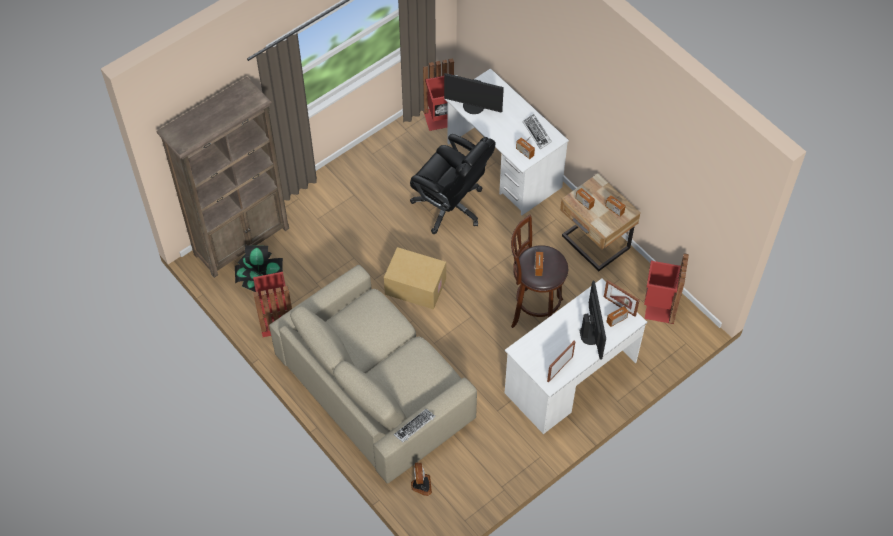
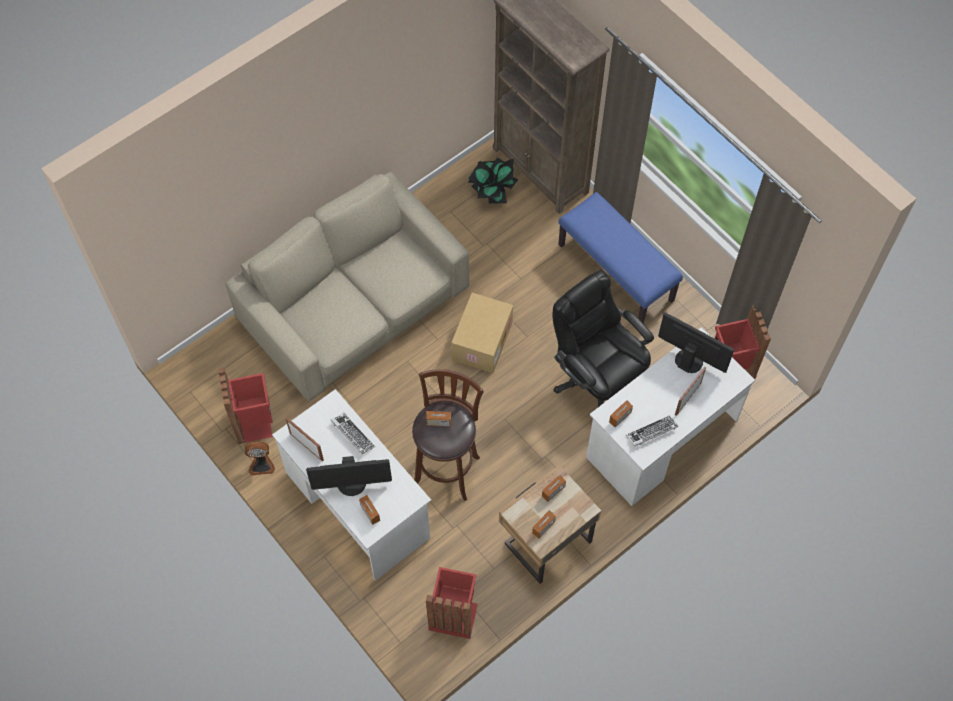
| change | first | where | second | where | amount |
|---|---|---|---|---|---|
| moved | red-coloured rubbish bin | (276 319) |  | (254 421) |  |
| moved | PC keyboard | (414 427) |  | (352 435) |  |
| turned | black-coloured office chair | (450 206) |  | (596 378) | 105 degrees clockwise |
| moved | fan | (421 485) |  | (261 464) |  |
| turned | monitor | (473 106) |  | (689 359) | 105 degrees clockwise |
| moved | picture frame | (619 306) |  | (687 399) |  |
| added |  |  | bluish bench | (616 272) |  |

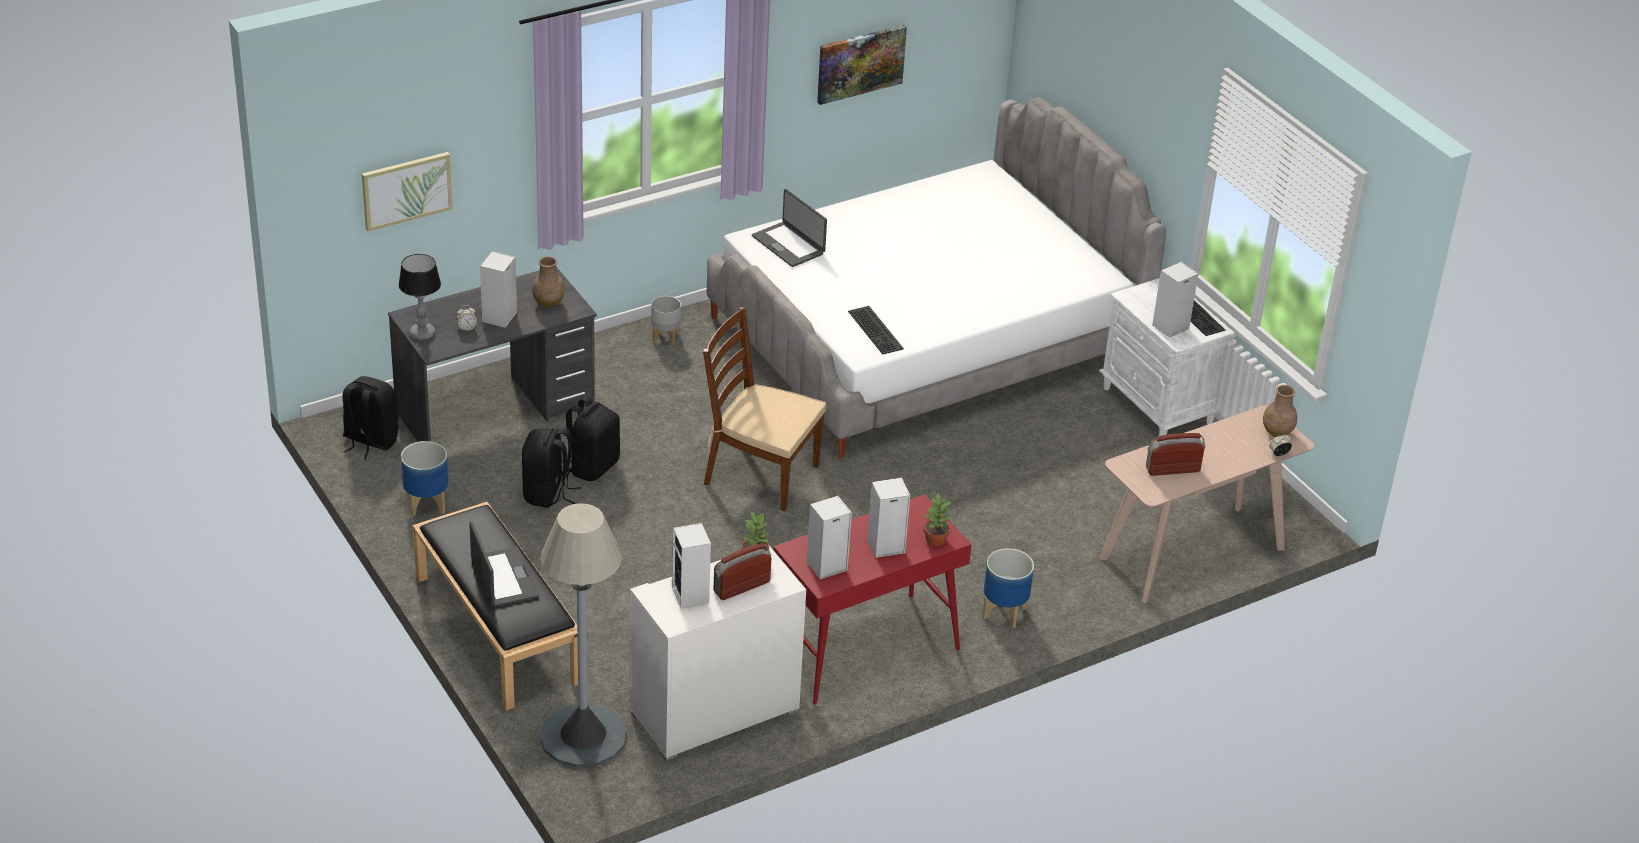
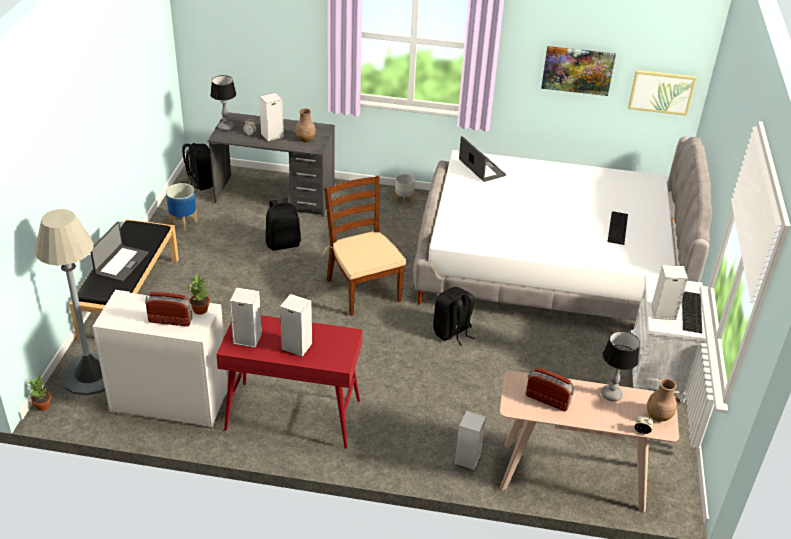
| change | first | where | second | where | amount |
|---|---|---|---|---|---|
| moved | wall picture | (406 190) |  | (661 92) |  |
| moved | black-coloured knapsack | (548 493) |  | (452 332) |  |
| moved | speaker | (691 596) |  | (468 459) |  |
| turned | notebook computer | (789 244) |  | (481 168) | 150 degrees clockwise |
| moved | PC keyboard | (877 330) |  | (618 228) |  |
| moved | plant in a pot | (935 540) |  | (42 406) |  |
| removed | flower pot | (1004 613) |  |  |  |
| added |  |  | tabletop lamp | (611 394) |  |

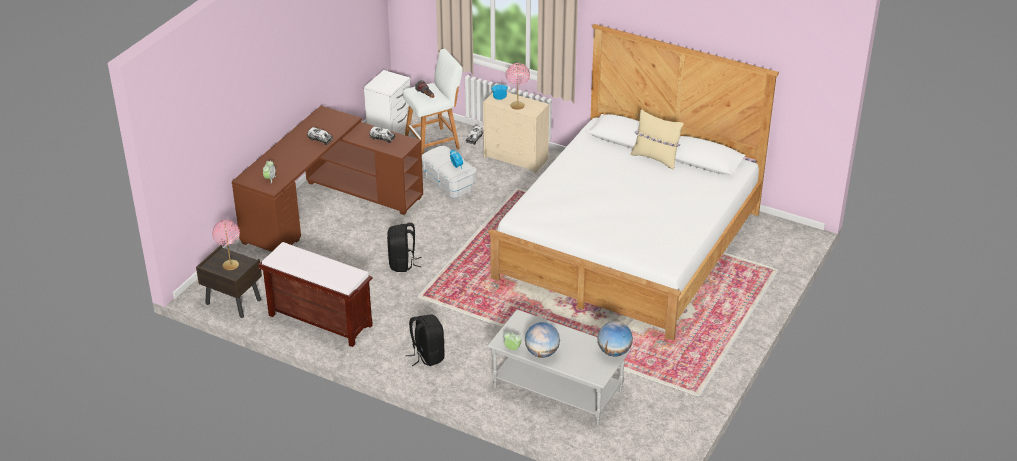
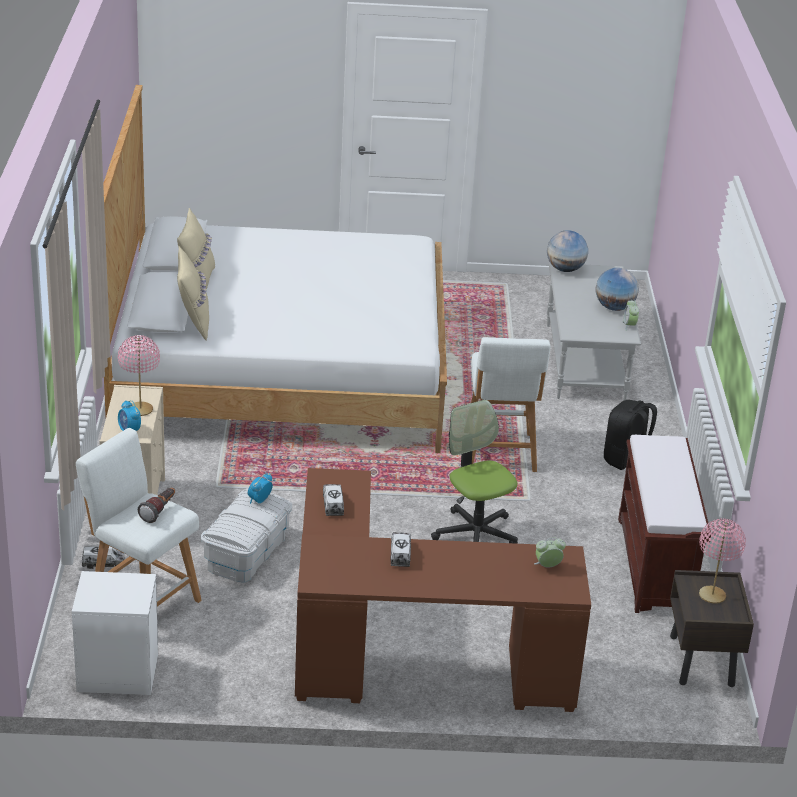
| change | first | where | second | where | amount |
|---|---|---|---|---|---|
| replaced | black-coloured knapsack | (402 264) | office chair | (475 534) |  |
| added |  |  | sand-coloured pillow | (193 322) |  |
| added |  |  | white-coloured stool seat | (500 454) |  |

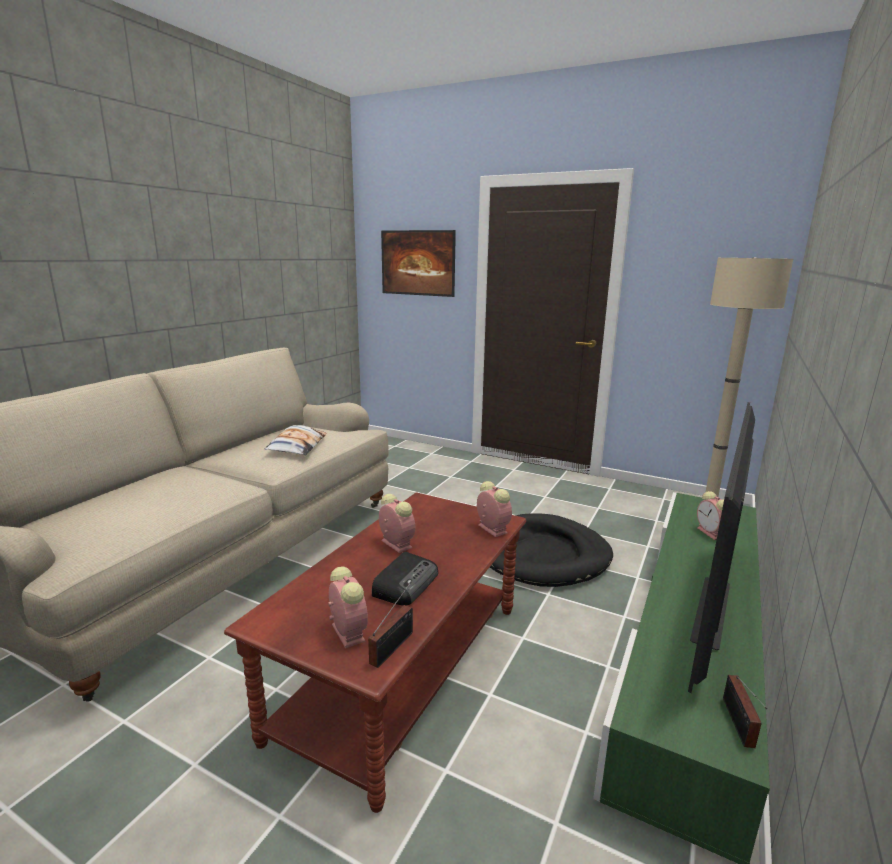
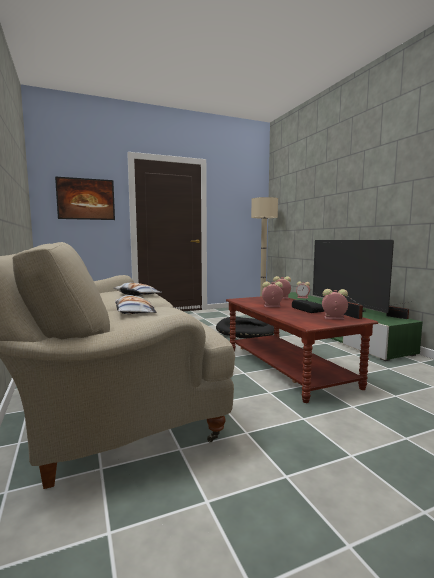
| change | first | where | second | where | amount |
|---|---|---|---|---|---|
| added |  |  | pillow | (133 311) |  |

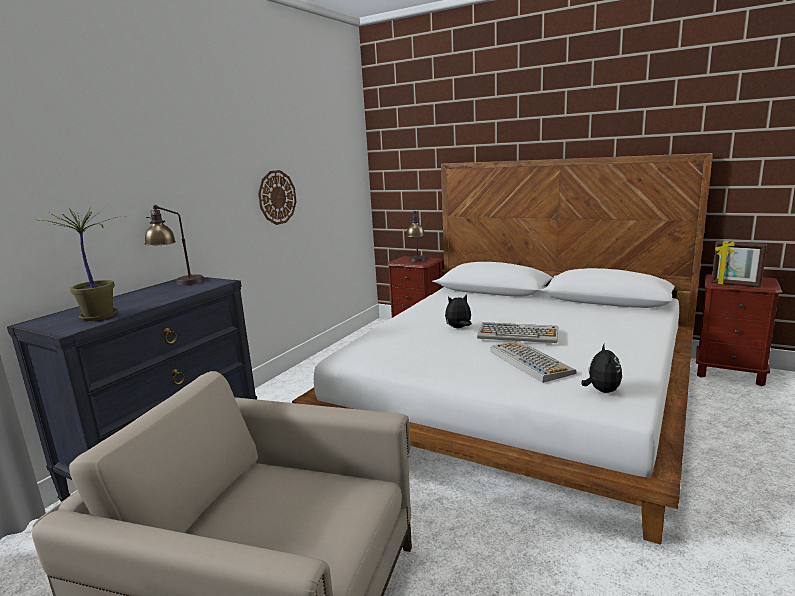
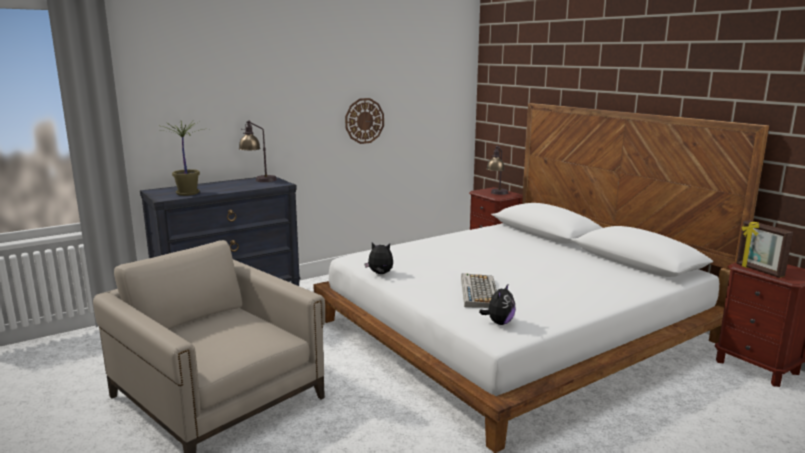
| change | first | where | second | where | amount |
|---|---|---|---|---|---|
| moved | cuddly toy | (459 328) |  | (380 274) |  |
| removed | PC keyboard | (518 334) |  |  |  |

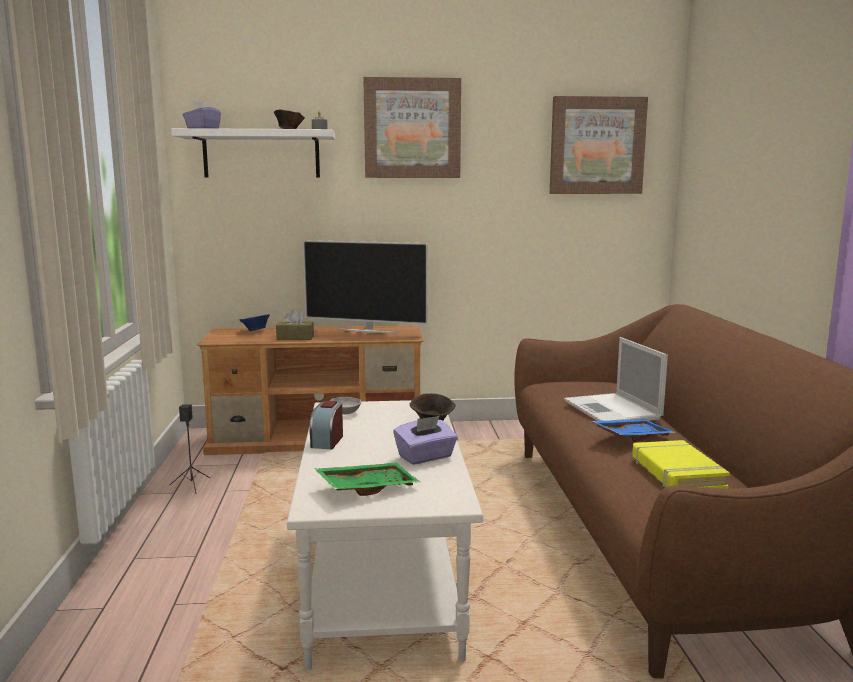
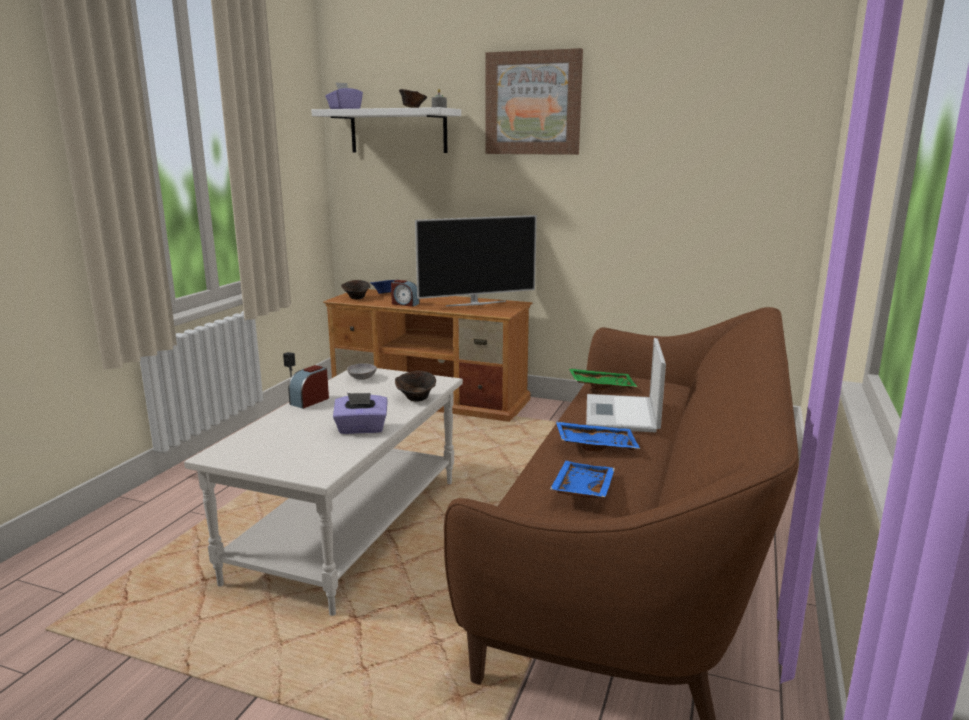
| change | first | where | second | where | amount |
|---|---|---|---|---|---|
| replaced | brown tissue box | (295 338) | bedside clock | (404 304) |  |
| turned | TV | (367 331) |  | (475 303) | 60 degrees counterclockwise |
| moved | green serving tray | (367 488) |  | (601 386) |  |
| removed | wall picture | (597 146) |  |  |  |
| replaced | yellow bound book | (676 473) | bluish serving tray | (581 490) |  |
| added |  |  | brown serving bowl | (357 298) |  |

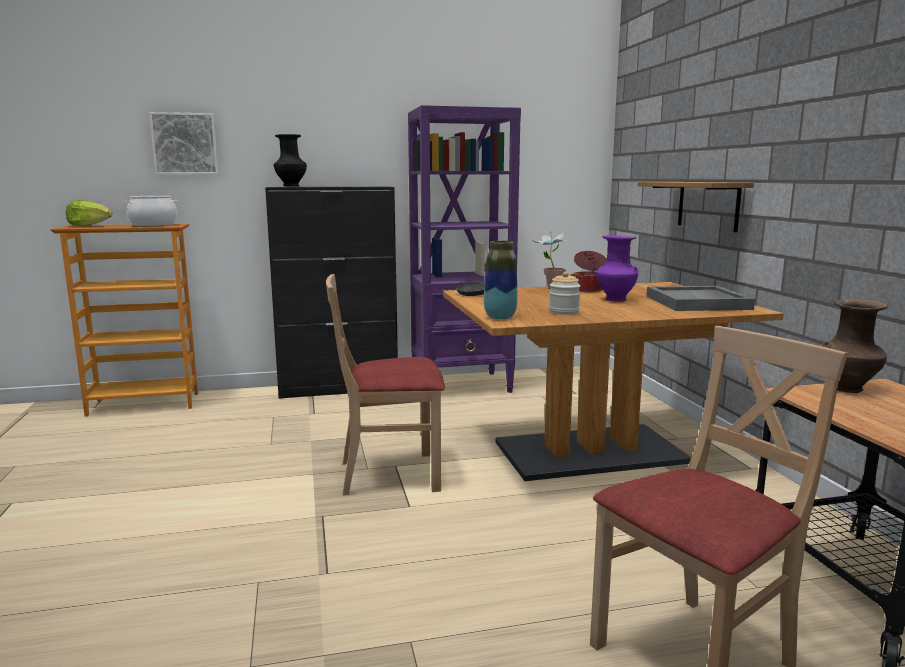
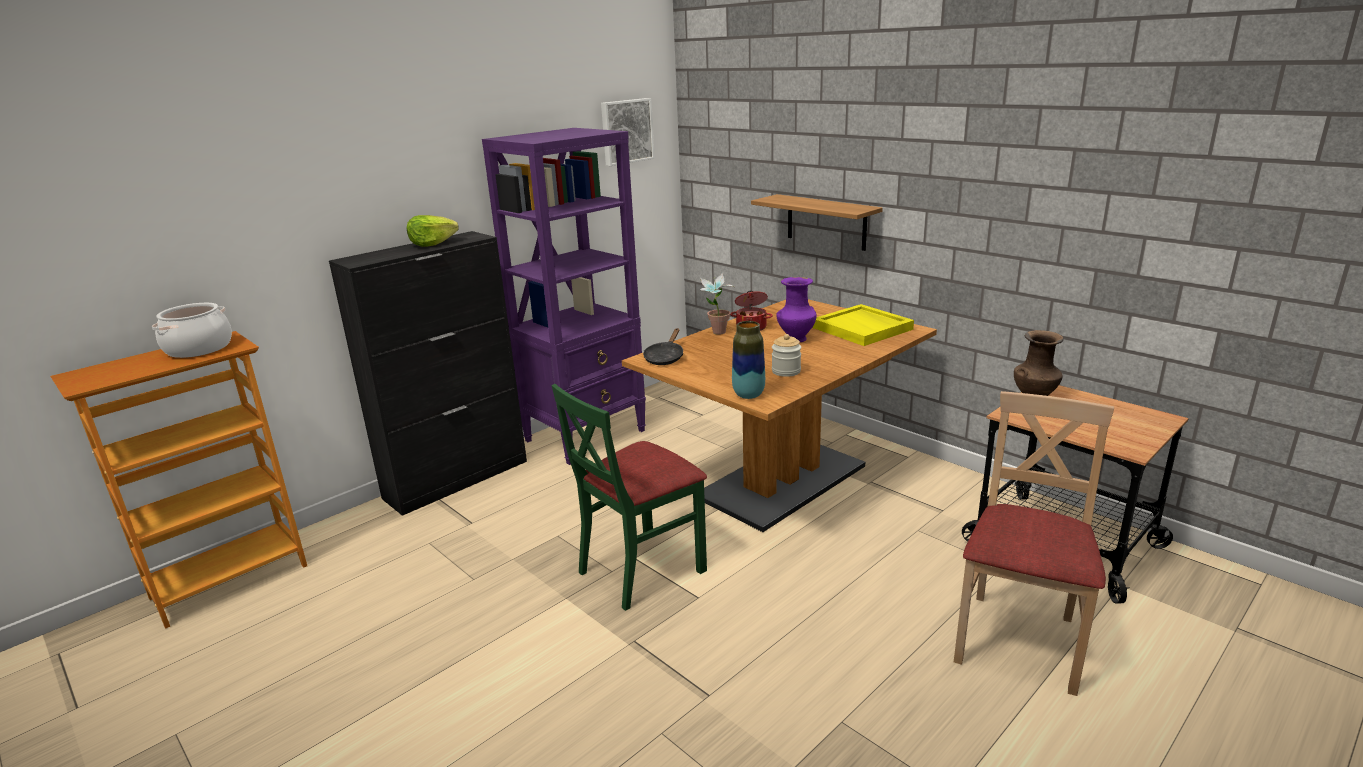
| change | first | where | second | where | amount |
|---|---|---|---|---|---|
| moved | head of lettuce | (89 225) |  | (432 244) |  |
| moved | wall picture | (185 144) |  | (626 131) |  |
| removed | black-coloured decorative vase | (291 186) |  |  |  |
| recoloured | sand-coloured chair | (389 474) | green chair | (640 569) |  |
| recoloured | grey serving tray | (698 303) | yellow serving tray | (863 328) |  |

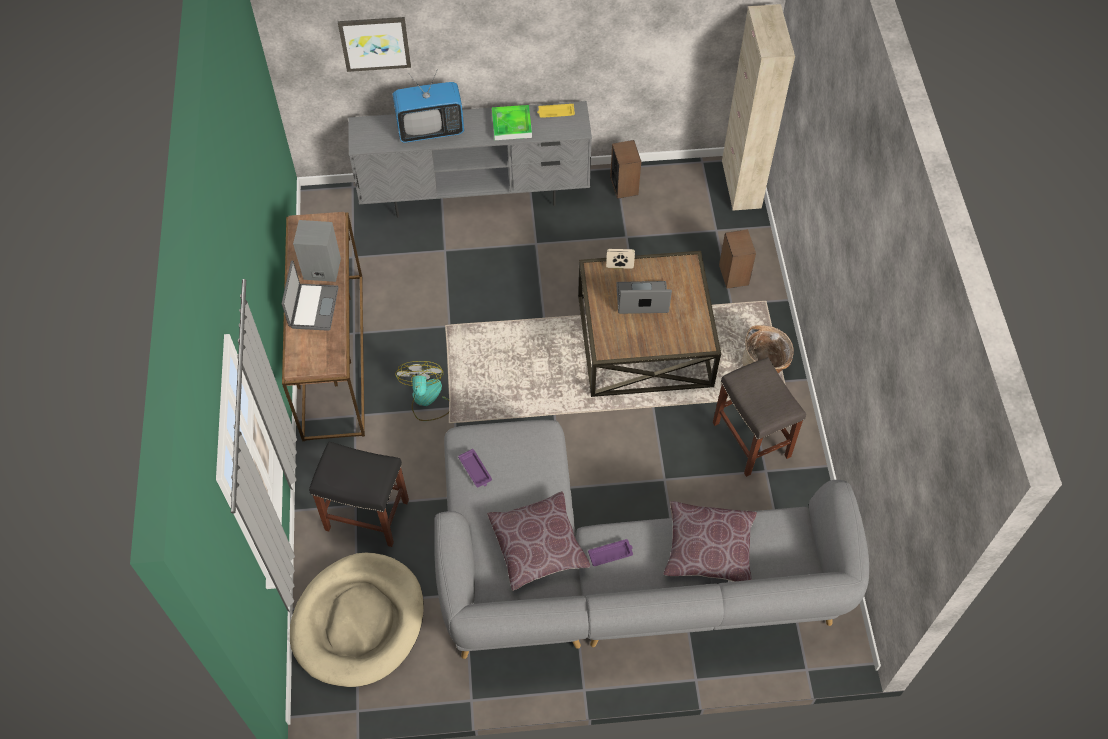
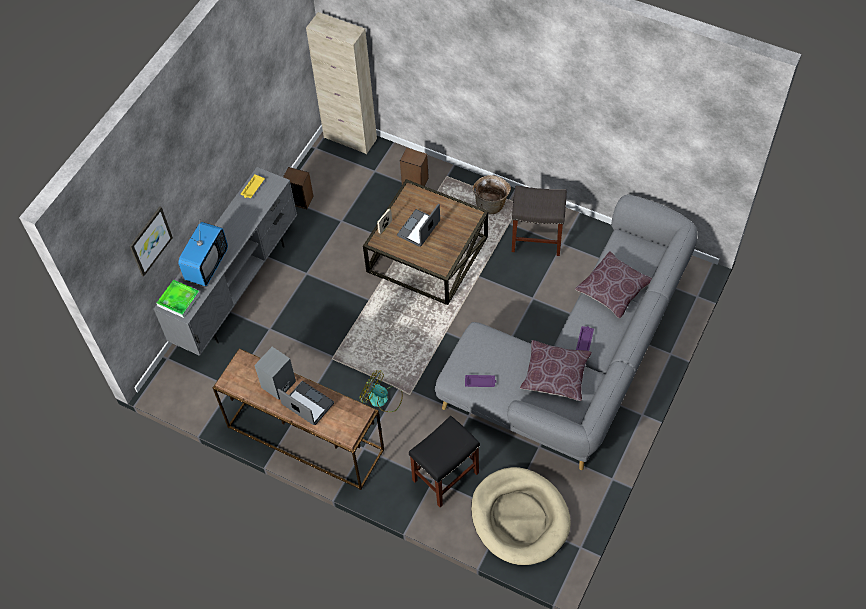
| change | first | where | second | where | amount |
|---|---|---|---|---|---|
| moved | serving tray | (511 125) |  | (179 300) |  |

